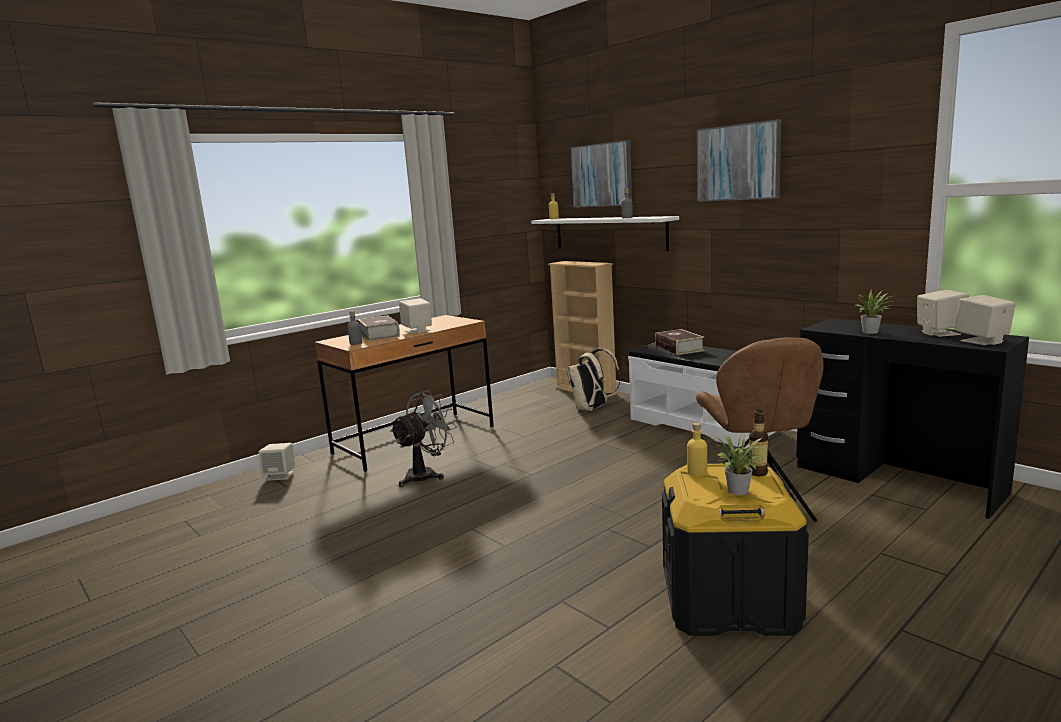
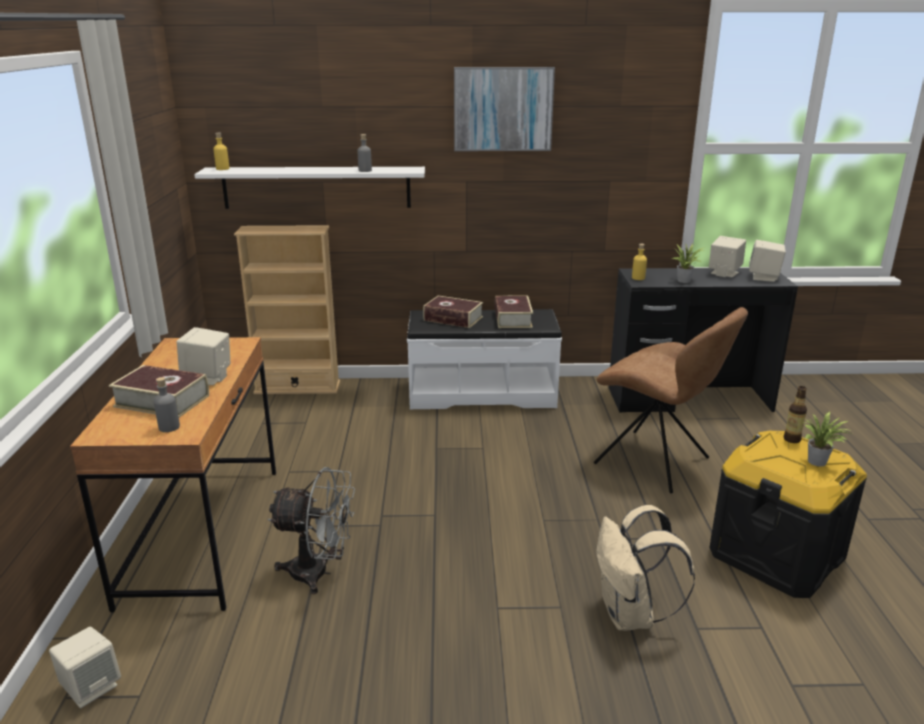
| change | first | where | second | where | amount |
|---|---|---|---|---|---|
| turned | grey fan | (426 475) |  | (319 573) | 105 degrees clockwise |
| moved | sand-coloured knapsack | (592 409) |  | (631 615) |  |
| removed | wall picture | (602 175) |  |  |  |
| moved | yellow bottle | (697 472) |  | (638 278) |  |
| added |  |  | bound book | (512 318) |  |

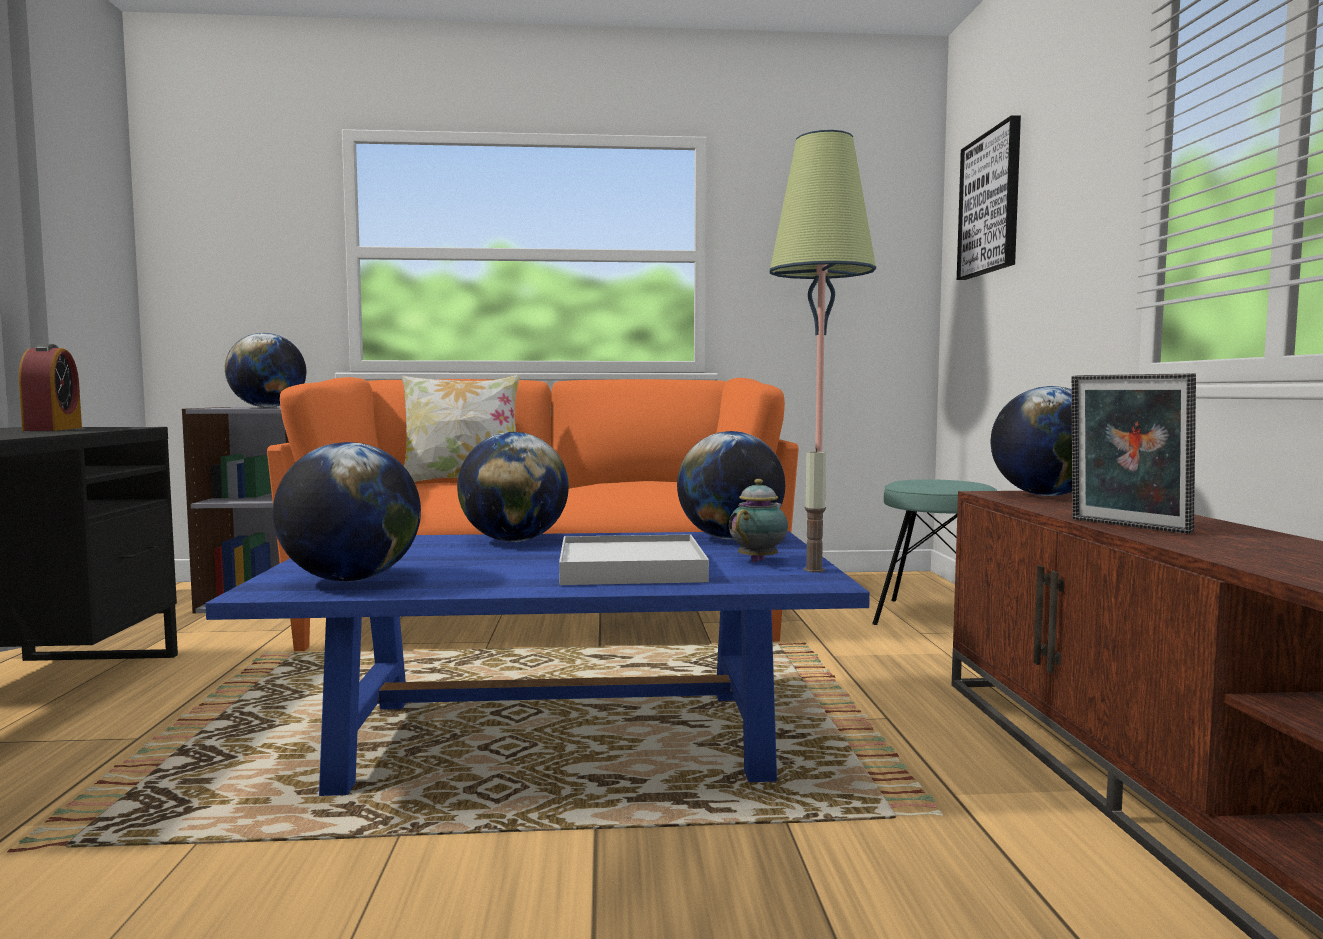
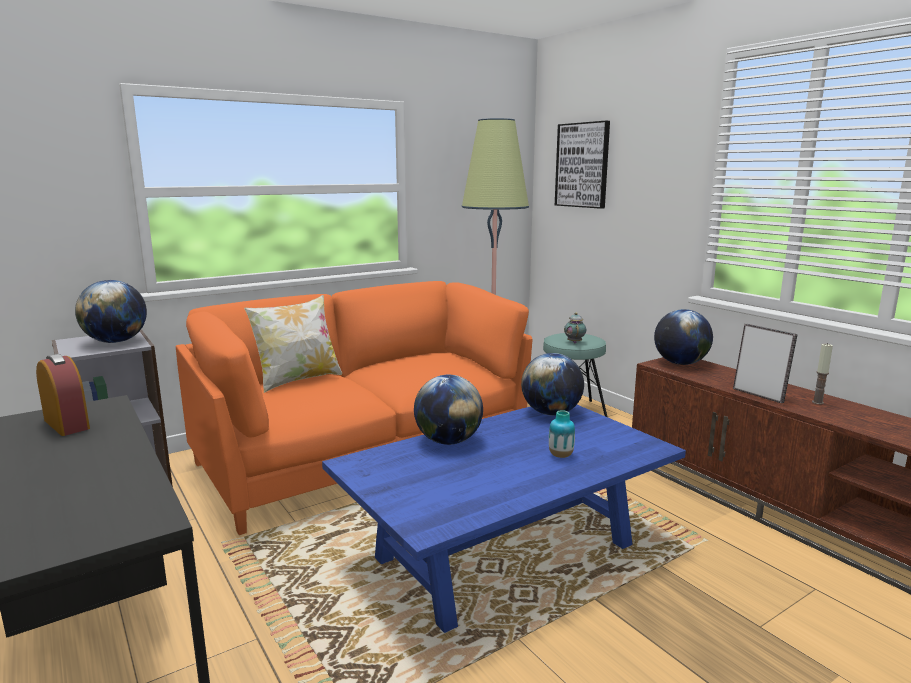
| change | first | where | second | where | amount |
|---|---|---|---|---|---|
| removed | desk globe | (351 580) |  |  |  |
| replaced | white-coloured serving tray | (631 568) | decorative vase | (560 455) |  |
| moved | teapot | (759 560) |  | (574 342) |  |
| moved | wax candle | (814 570) |  | (817 402) |  |
| turned | picture frame | (1126 526) |  | (759 395) | 150 degrees counterclockwise |

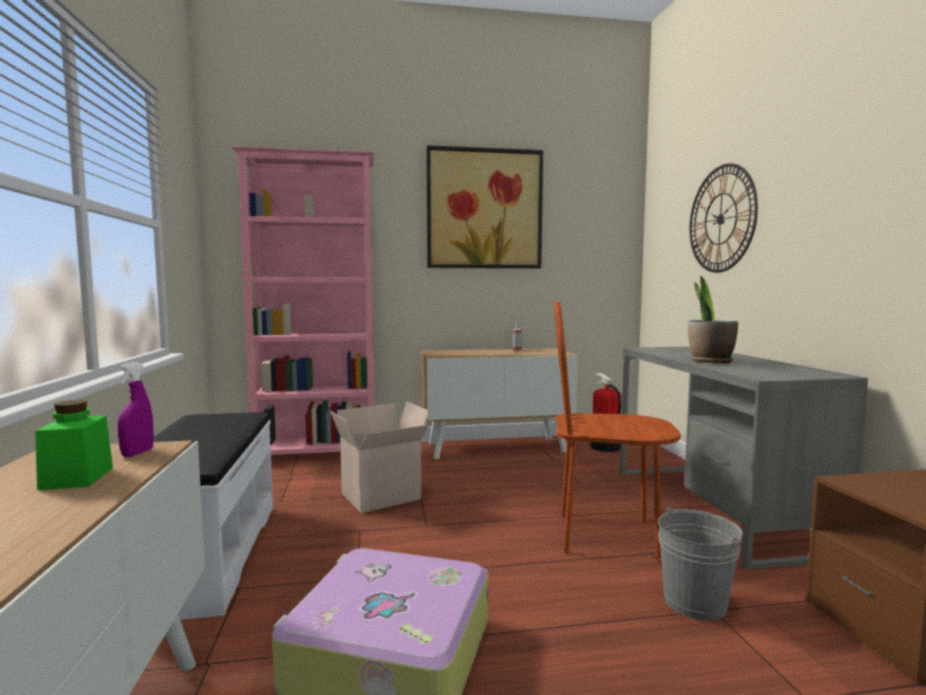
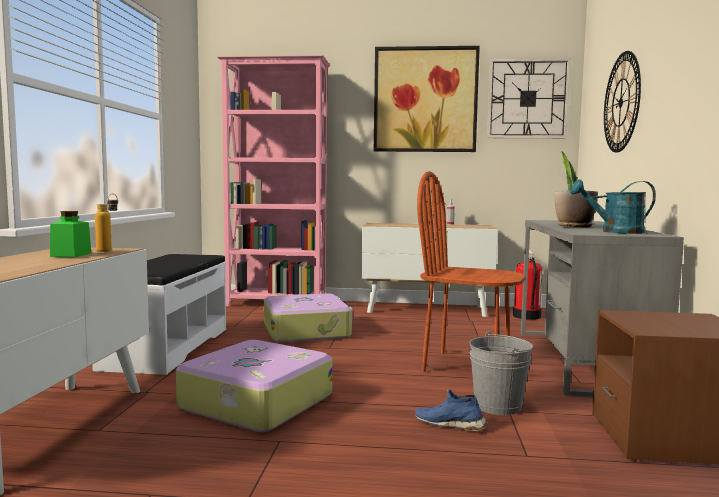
| change | first | where | second | where | amount |
|---|---|---|---|---|---|
| replaced | purple spray bottle | (137 453) | bottle | (108 250) |  |
| replaced | carton | (380 497) | suitcase | (307 330) |  |
| added |  |  | bluish shoe | (450 424) |  |
| added |  |  | clock on the wall | (527 99) |  |
| added |  |  | turquoise watering can | (615 232) |  |

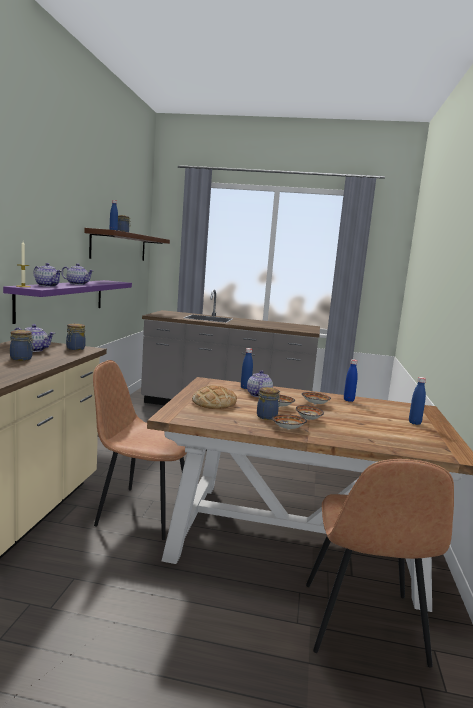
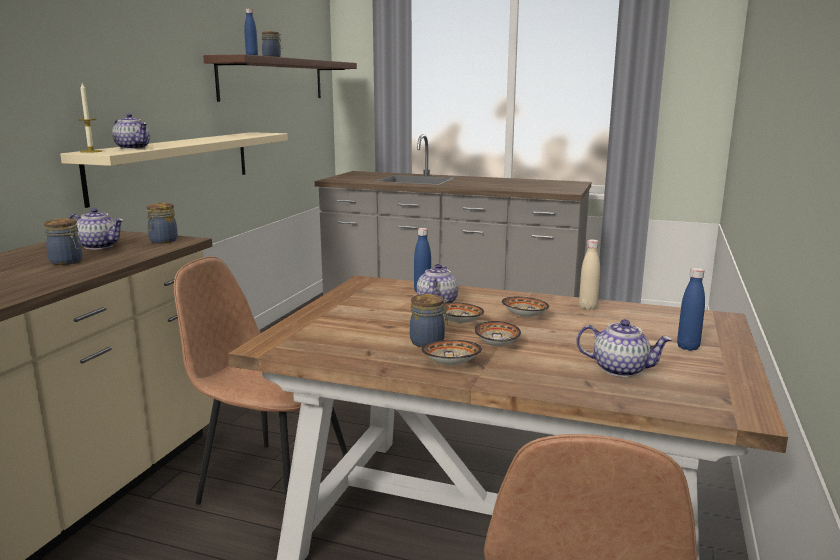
| change | first | where | second | where | amount |
|---|---|---|---|---|---|
| recoloured | purple bracket shelf | (63 298) | sand-coloured bracket shelf | (174 164) |  |
| moved | teapot | (77 284) |  | (621 369) |  |
| removed | baked bread | (214 403) |  |  |  |
| recoloured | bluish bottle | (348 400) | sand-coloured bottle | (588 307) |  |

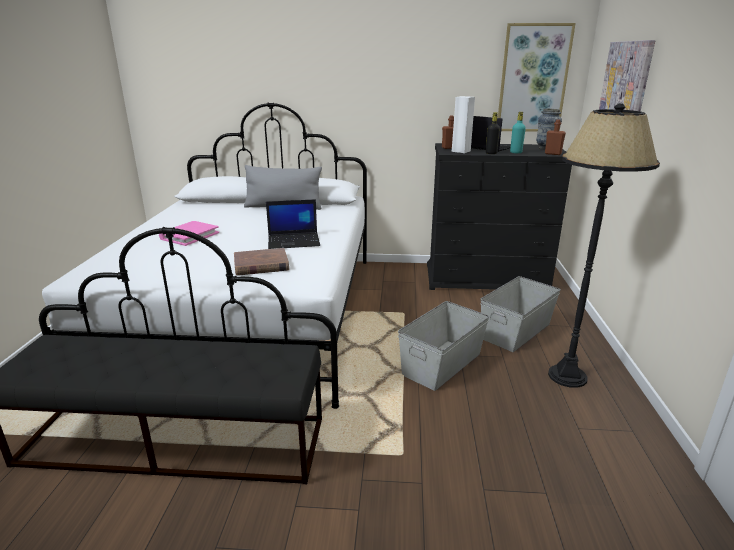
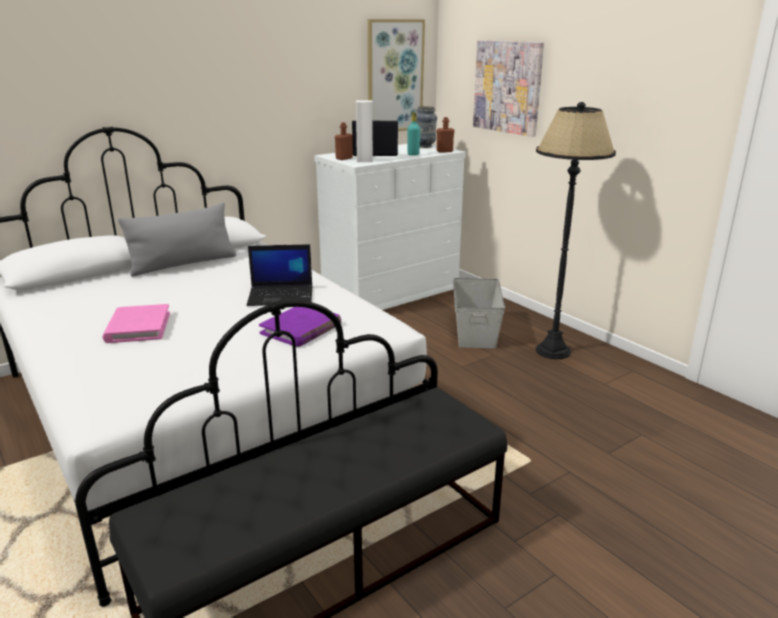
| change | first | where | second | where | amount |
|---|---|---|---|---|---|
| recoloured | brown bound book | (261 265) | purple bound book | (301 329) |  |
| turned | notebook computer | (294 241) |  | (281 296) | 45 degrees clockwise |
| removed | grey storage box | (442 364) |  |  |  |
| recoloured | black-coloured chest of drawers | (487 278) | white-coloured chest of drawers | (391 293) |  |
| removed | black-coloured bottle | (491 153) |  |  |  |

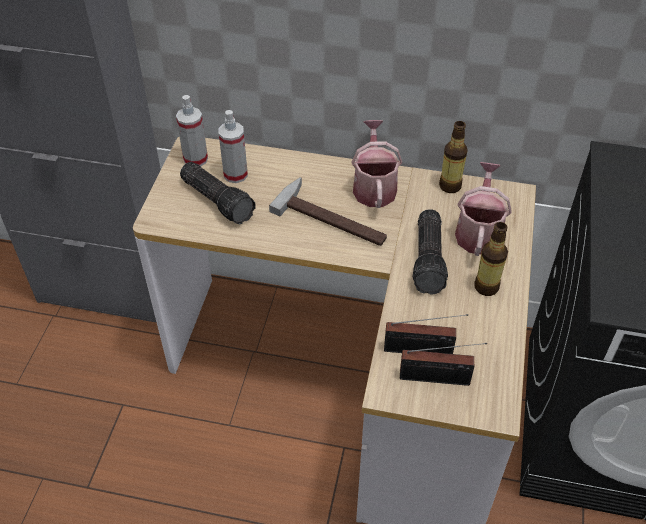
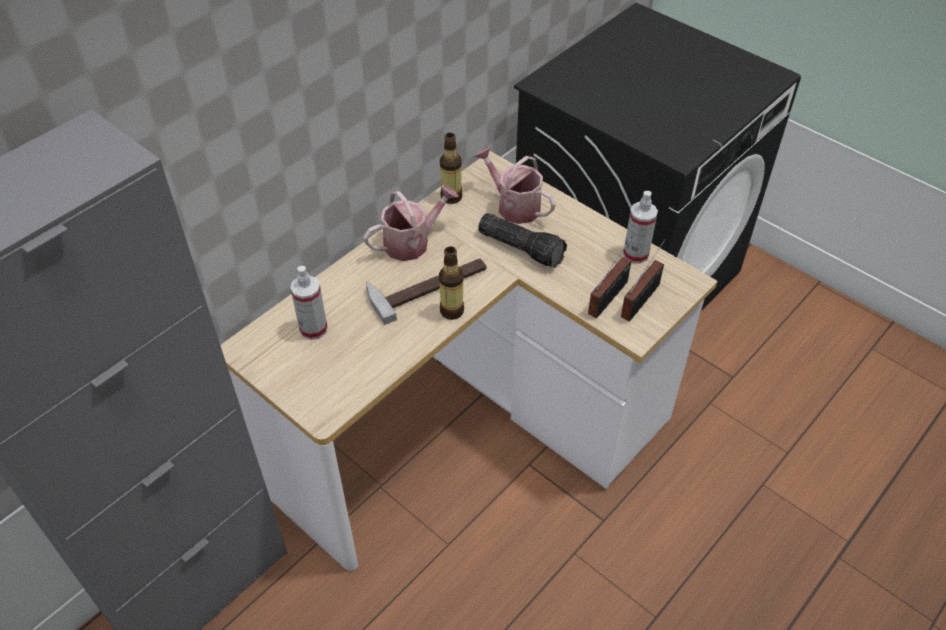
| change | first | where | second | where | amount |
|---|---|---|---|---|---|
| moved | spray bottle | (195 159) |  | (636 254) |  |
| removed | hand torch | (218 200) |  |  |  |
| turned | watering can | (374 186) |  | (412 242) | 120 degrees clockwise |
| moved | bottle | (486 287) |  | (451 311) |  |

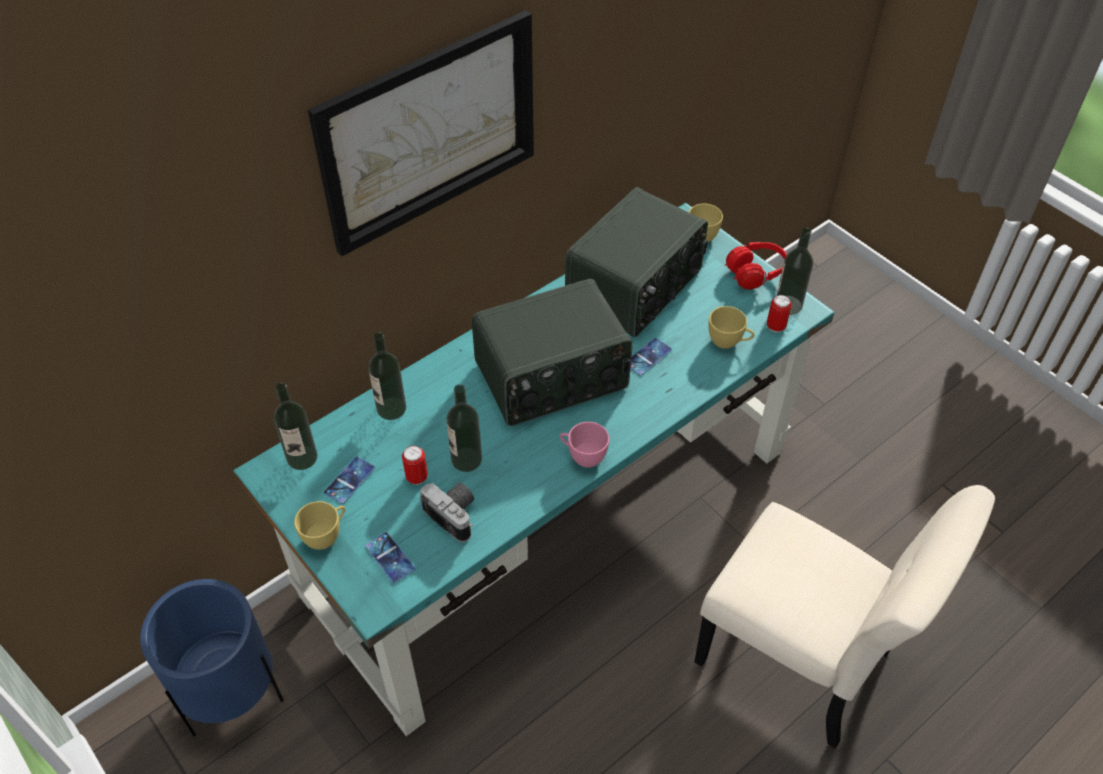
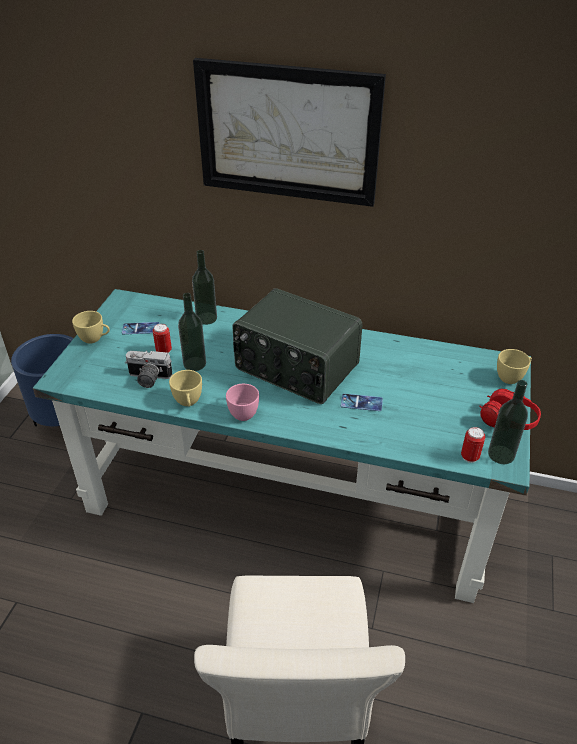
| change | first | where | second | where | amount |
|---|---|---|---|---|---|
| removed | bottle | (302 457) |  |  |  |
| removed | phone | (390 557) |  |  |  |
| turned | still camera | (455 515) |  | (148 379) | 90 degrees clockwise |
| removed | radio receiver | (636 286) |  |  |  |
| moved | yellow cup | (728 342) |  | (188 403) |  |

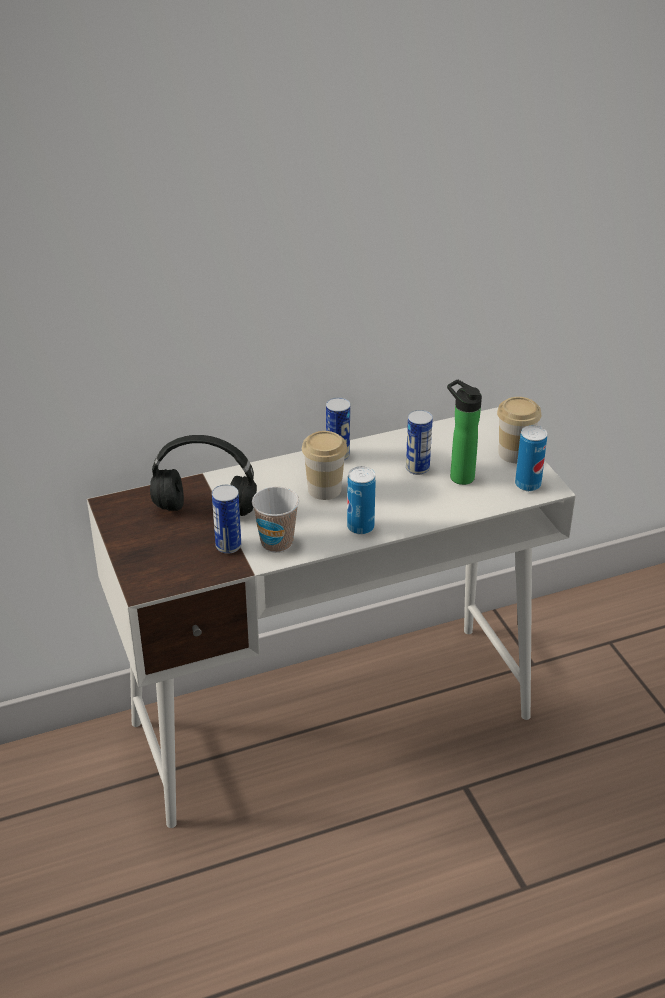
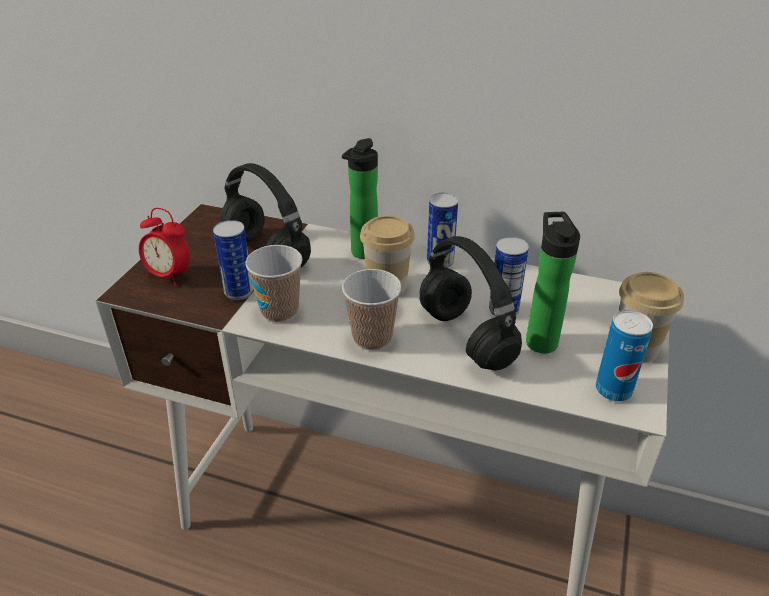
| change | first | where | second | where | amount |
|---|---|---|---|---|---|
| replaced | metal can | (360 527) | cup | (372 338) |  |
| added |  |  | bedside clock | (169 275) |  |
| added |  |  | bottle | (362 254) |  |
| added |  |  | black-coloured pair of headphones | (468 338) |  |

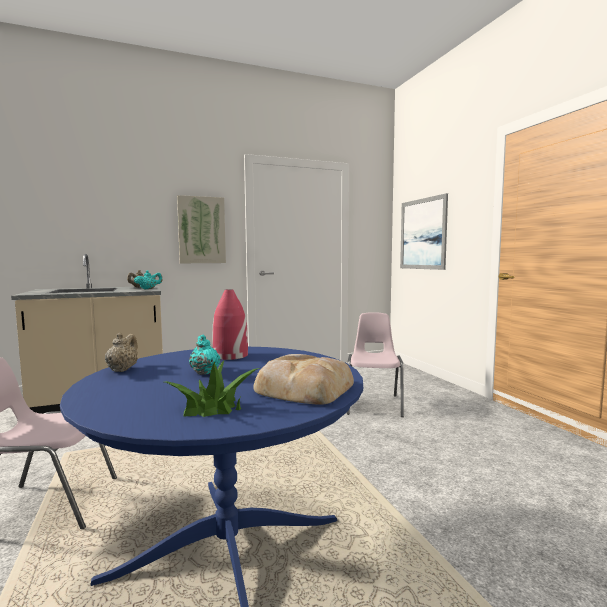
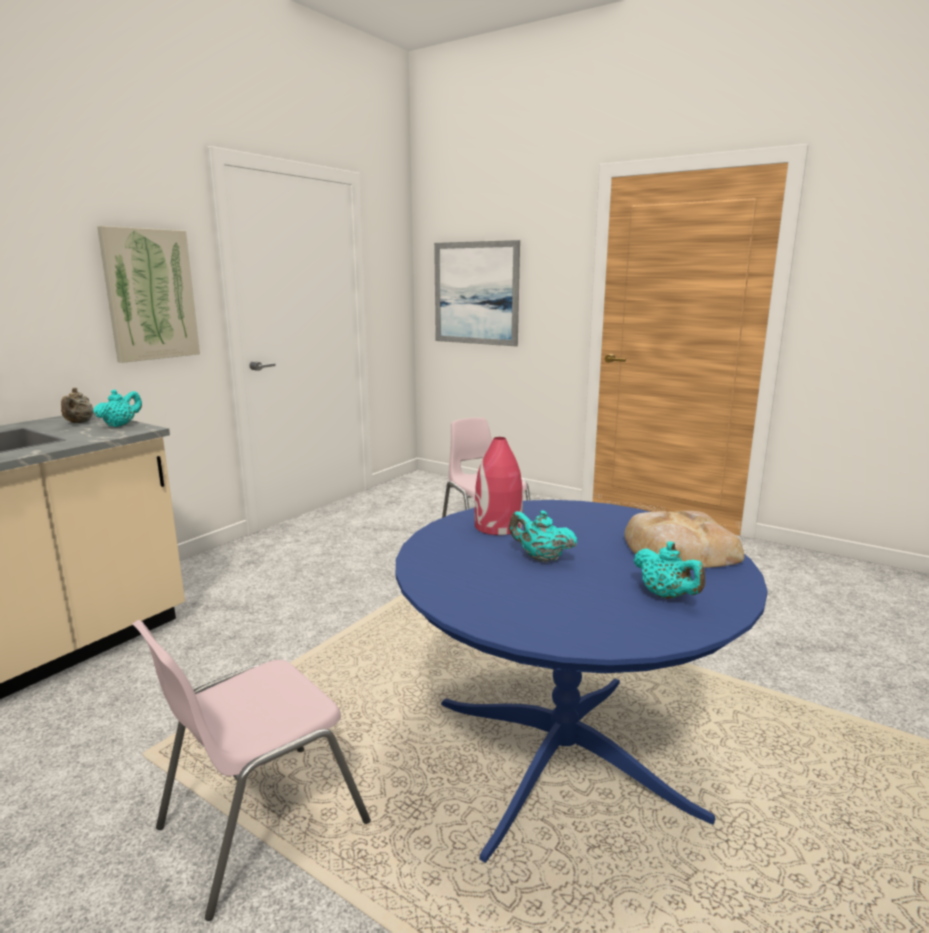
| change | first | where | second | where | amount |
|---|---|---|---|---|---|
| removed | sand-coloured teapot | (122 369) |  |  |  |
| replaced | plant in a pot | (212 407) | turquoise teapot | (666 596) |  |

